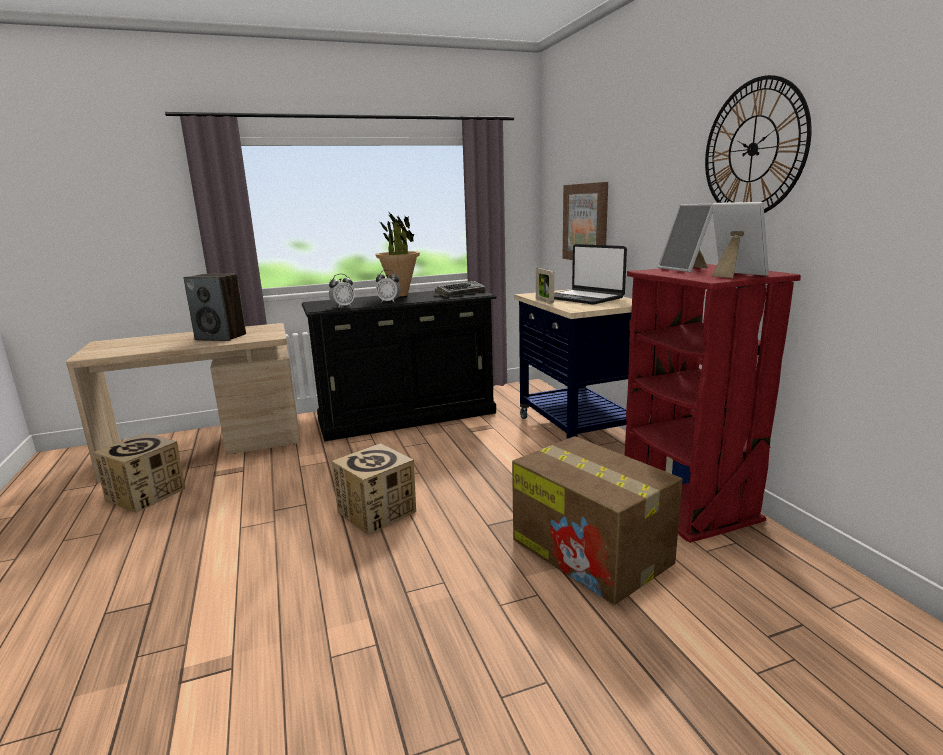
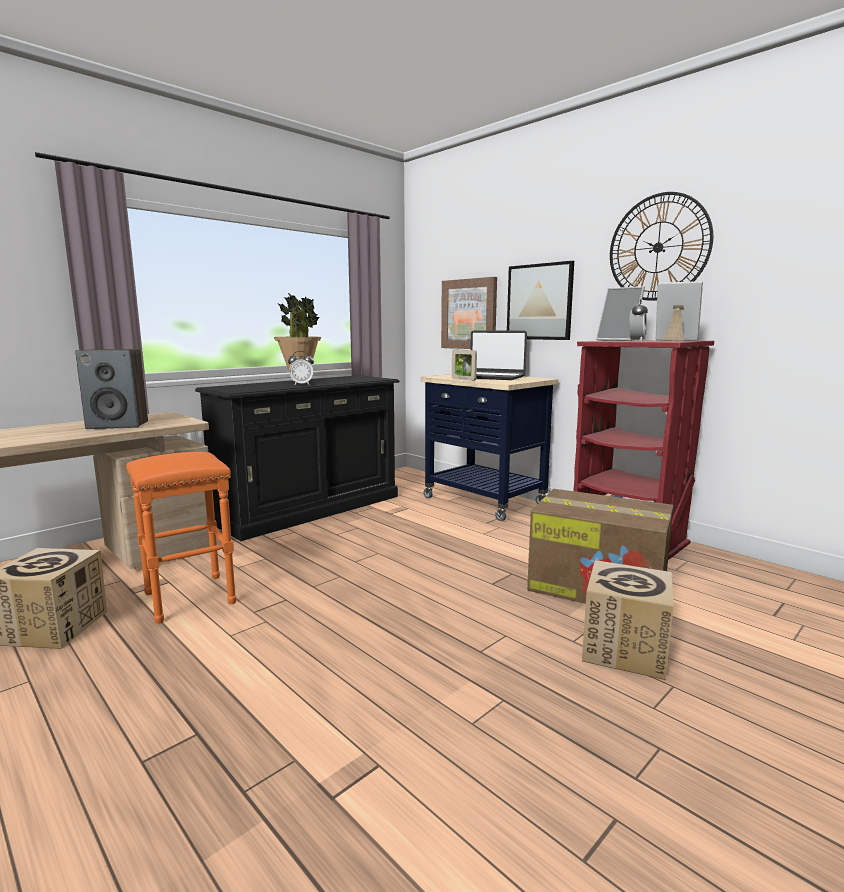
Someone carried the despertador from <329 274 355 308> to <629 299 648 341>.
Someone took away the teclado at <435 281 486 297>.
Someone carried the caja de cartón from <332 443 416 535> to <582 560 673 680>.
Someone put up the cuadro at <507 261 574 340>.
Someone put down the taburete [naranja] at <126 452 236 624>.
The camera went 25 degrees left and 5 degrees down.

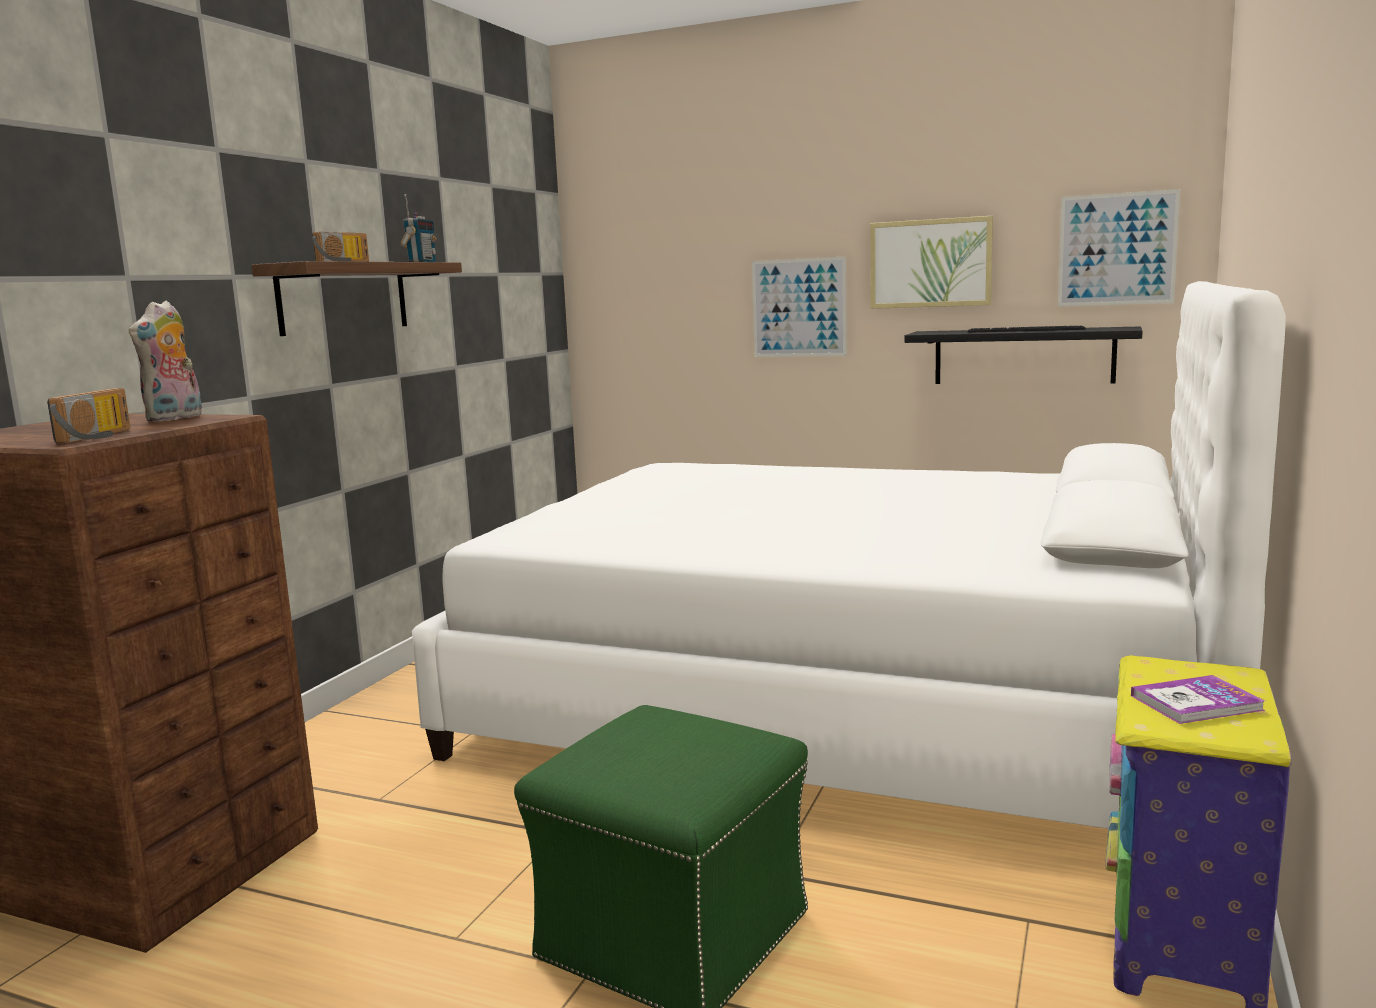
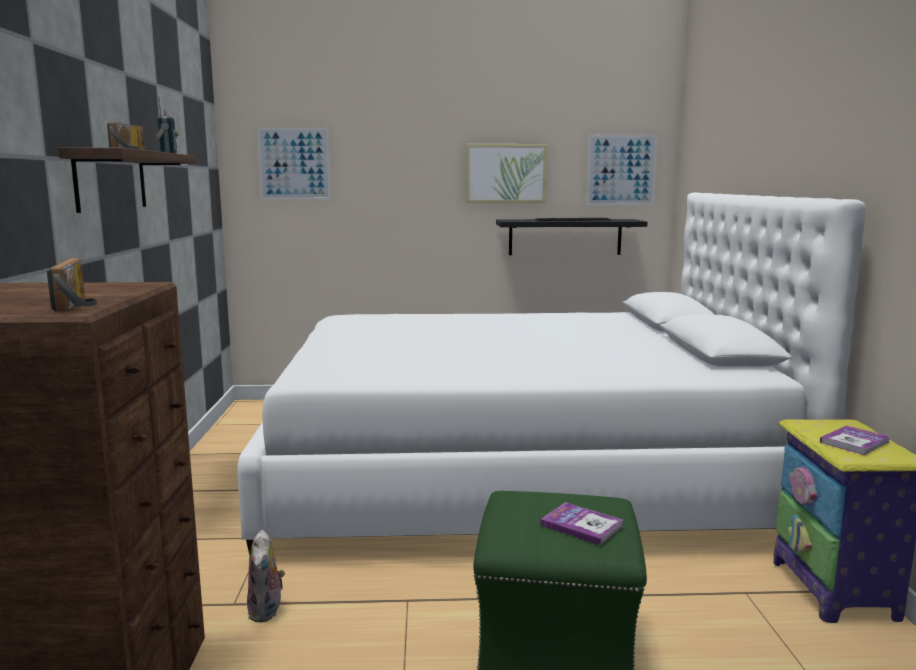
Someone carried the cuadro from <752 256 847 357> to <257 128 331 200>.
Someone carried the peluche from <129 301 202 422> to <247 530 286 622>.
Someone put down the libro at <540 502 623 545>.
The camera went 25 degrees left and 0 degrees up.

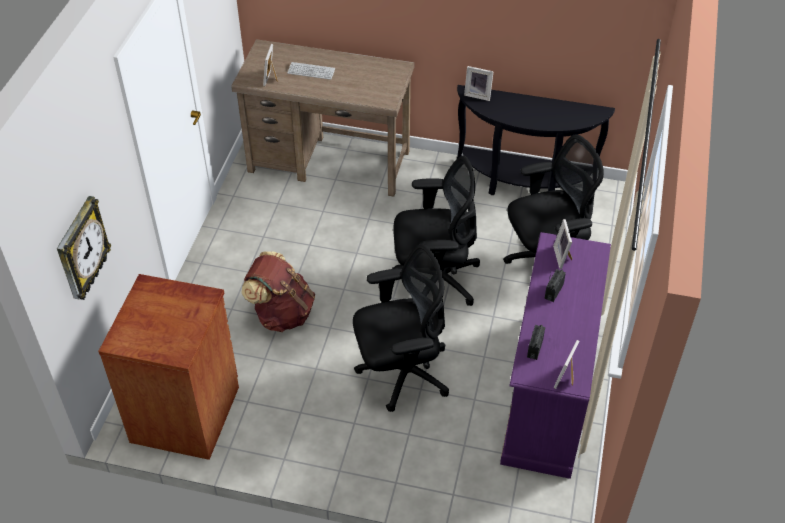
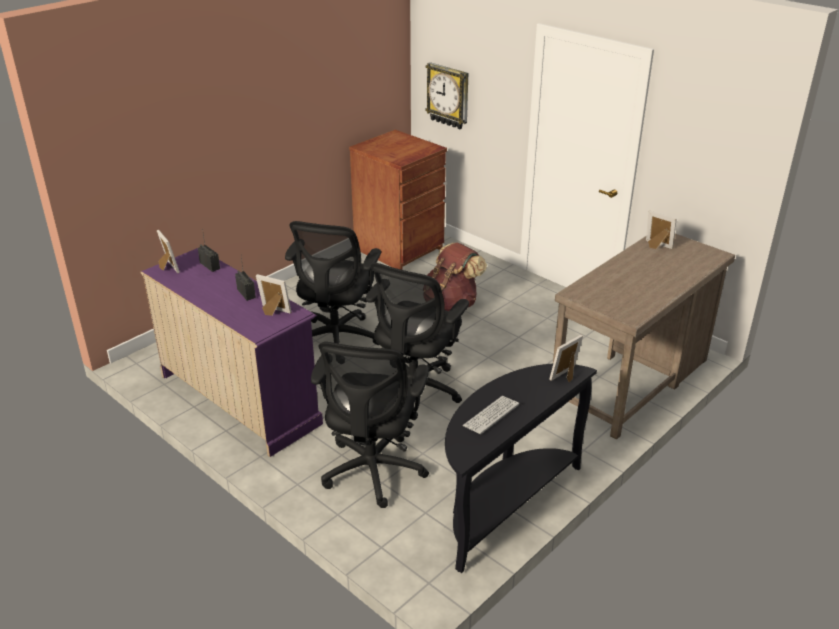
Someone carried the teclado from <287 62 335 80> to <463 396 519 434>.
The camera went 120 degrees right and 15 degrees down.

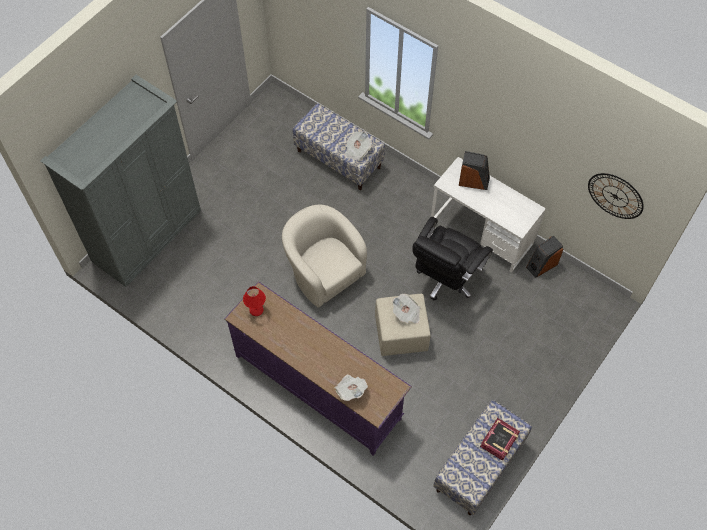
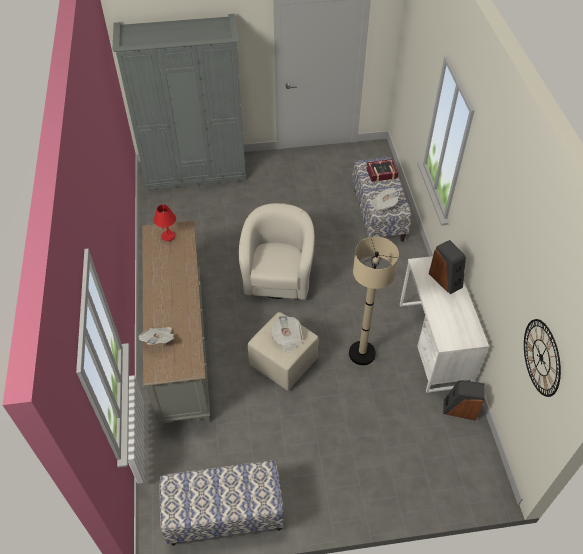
Someone swapped the silla de oficina [negro] at <412 217 493 300> for the lámpara de pie [beis] at <349 237 399 365>.
Someone repainted the armario [morado] at <224 281 412 456>, which became the armario [gris] at <142 221 210 429>.
Someone carried the libro from <480 418 520 461> to <366 159 398 182>.
The camera went 45 degrees right and 10 degrees down.

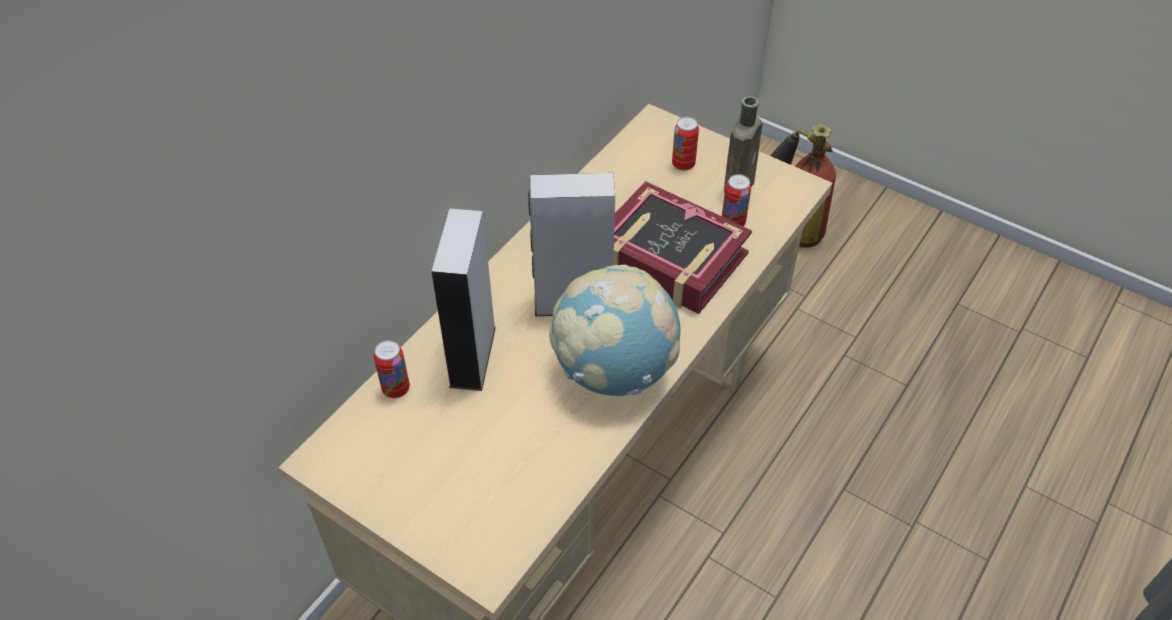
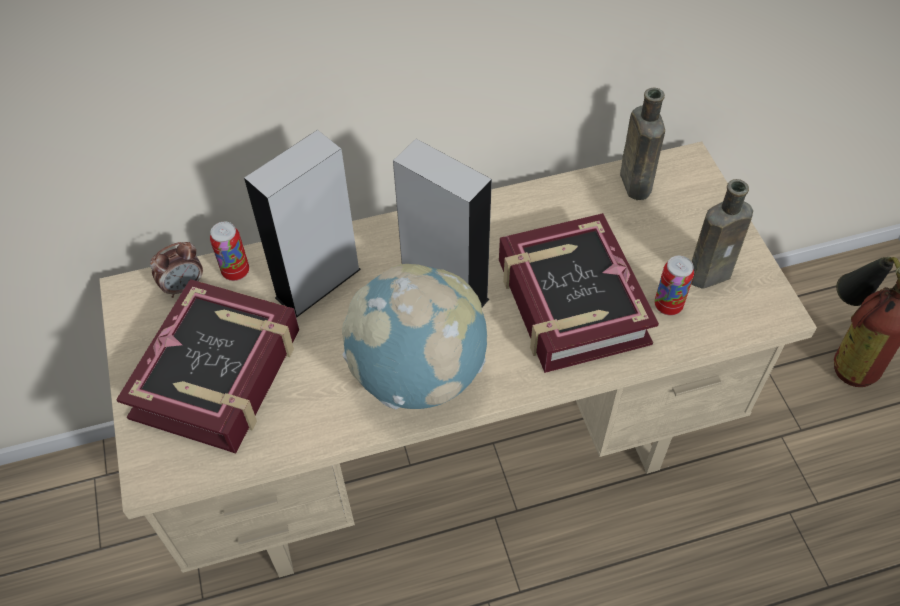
Someone took away the lata at <672 117 699 171>.
Someone put down the botella [marrón] at <620 87 665 200>.
Someone put down the despertador at <150 242 203 298>.
Someone put down the libro at <116 279 299 454>.
The camera went 40 degrees right and 5 degrees up.

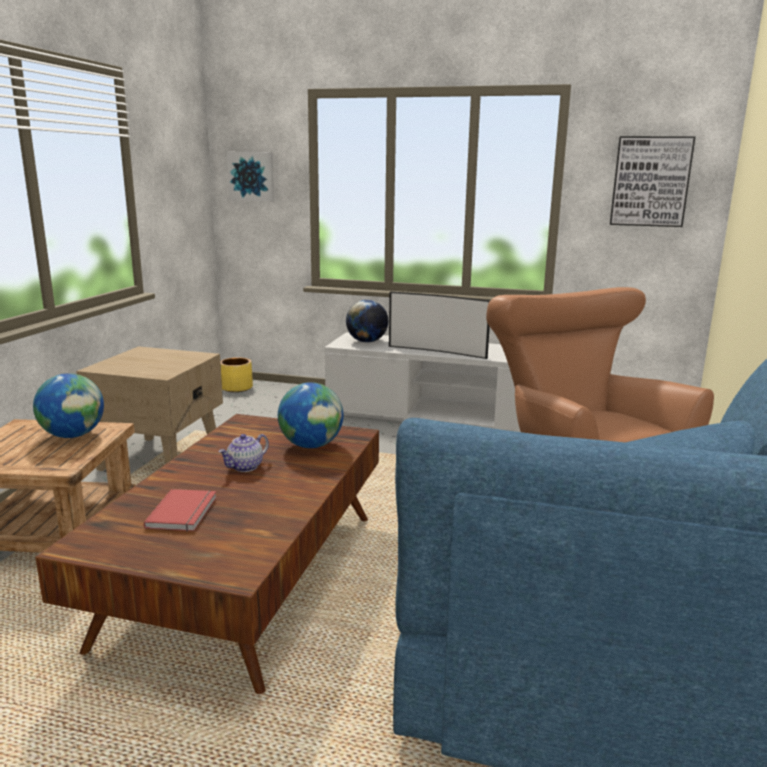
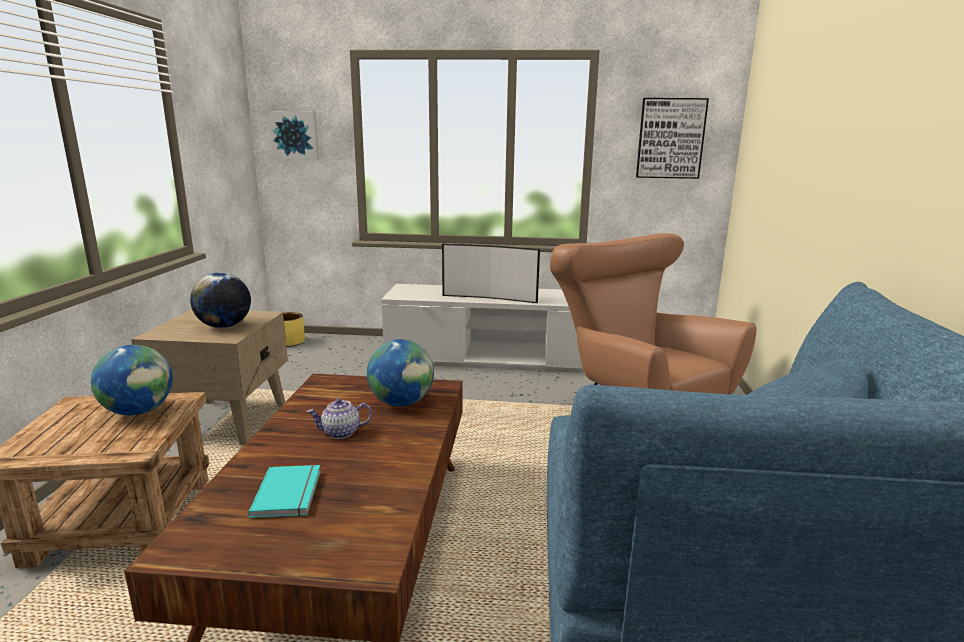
Someone carried the globo terráqueo from <346 300 389 343> to <190 272 251 328>.
Someone rotated the tetera at <218 434 269 472> by 45 degrees clockwise.
Someone repainted the libro [rojo] at <144 489 217 531>, which became the libro [turquesa] at <248 465 321 518>.
The camera went 10 degrees left and 0 degrees up.

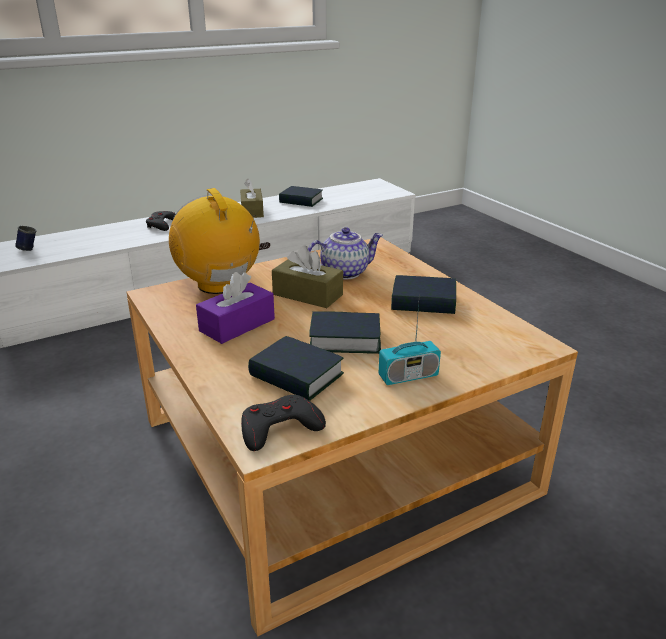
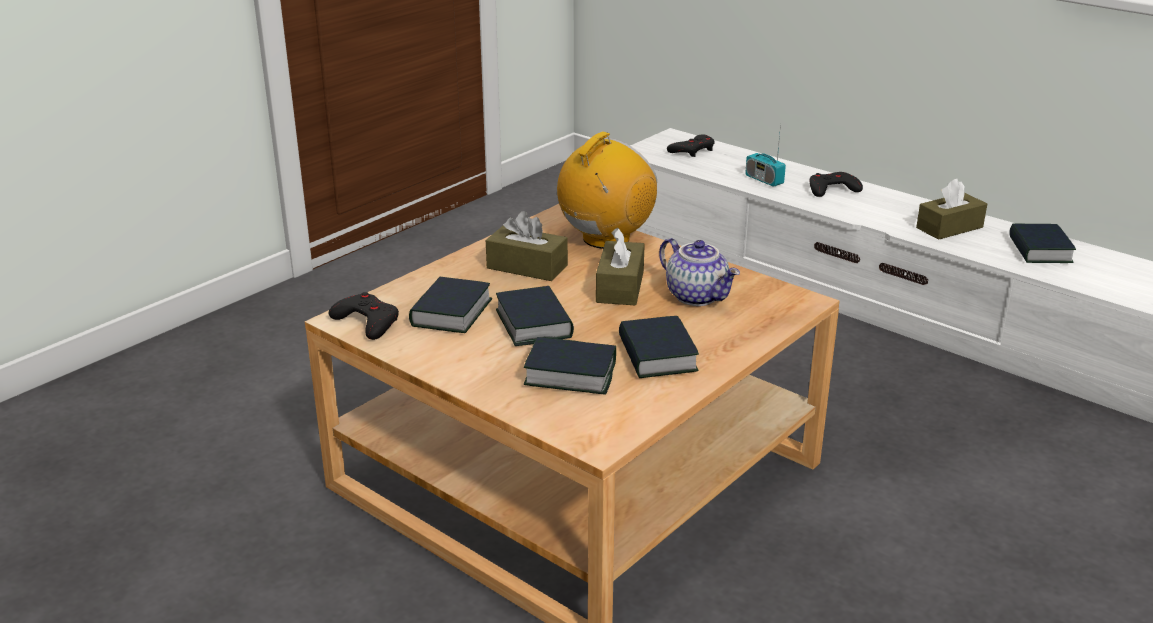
Someone swapped the taza grande [azul] at <15 226 36 251> for the mando de consola [negro] at <667 134 715 157>.
Someone repainted the caja de pañuelos [morado] at <196 272 275 344>, which became the caja de pañuelos [marrón] at <486 211 568 281>.
Someone carried the radio from <379 293 441 385> to <745 123 786 187>.
Someone put down the libro at <524 337 616 395>.
The camera went 70 degrees right and 0 degrees up.

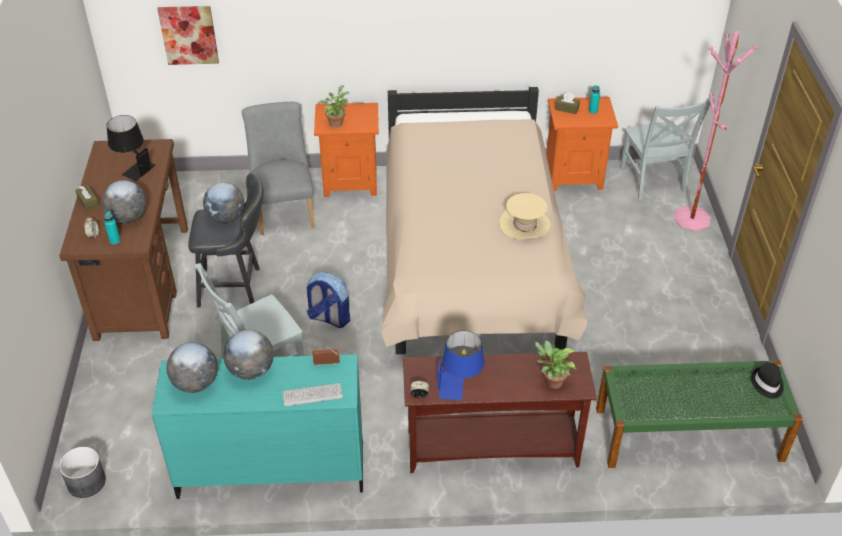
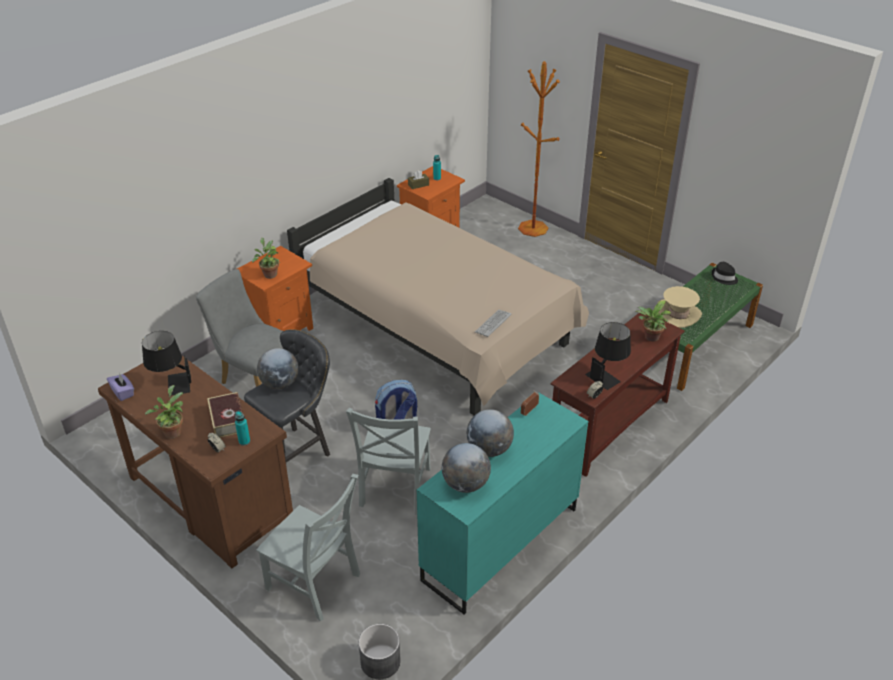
Someone took away the cuadro at <157 6 219 65>.
Someone repainted the perchero [rosa] at <674 31 758 231>, which became the perchero [naranja] at <518 61 560 237>.
Someone carried the silla [gris] from <620 98 711 200> to <256 474 360 621>.
Someone swapped the globo terráqueo at <102 180 146 223> for the libro at <207 392 243 438>.
Someone swapped the caja de pañuelos [marrón] at <75 185 99 212> for the planta en maceta at <145 385 183 439>.
Someone carried the sombrero [beis] from <499 193 551 239> to <657 286 702 328>.
Someone repainted the lámpara de mesa [azul] at <437 331 484 400>, which became the lámpara de mesa [negro] at <585 322 631 390>.
Someone carried the teclado from <283 383 343 406> to <475 310 511 337>.
Someone put down the caja de pañuelos [morado] at <107 372 134 401>.
The camera went 45 degrees left and 5 degrees down.

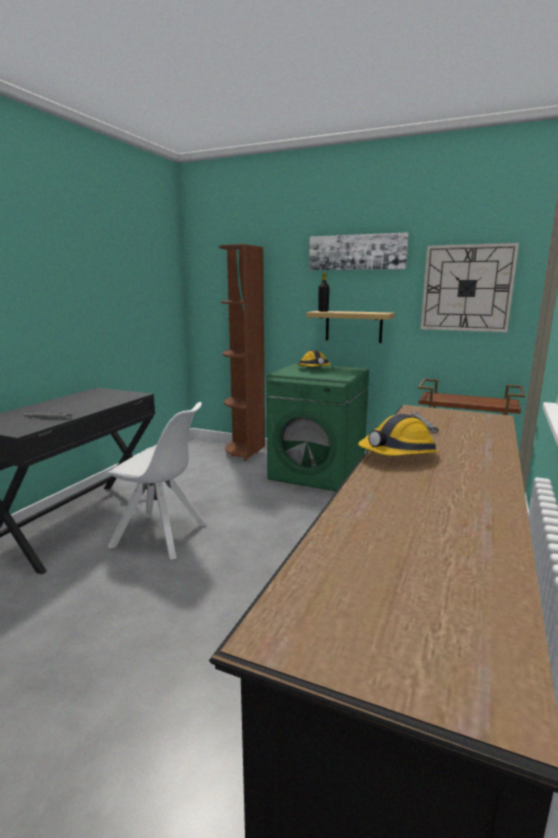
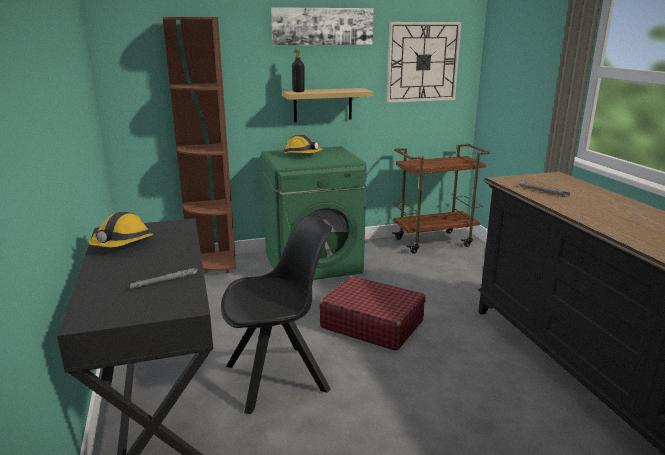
Someone repainted the silla [blanco] at <106 402 206 560>, which became the silla [negro] at <221 214 332 414>.
Someone carried the casco from <358 414 440 456> to <89 212 153 247>.
Someone put down the maleta [rojo] at <319 276 426 351>.
The camera went 40 degrees left and 5 degrees up.

